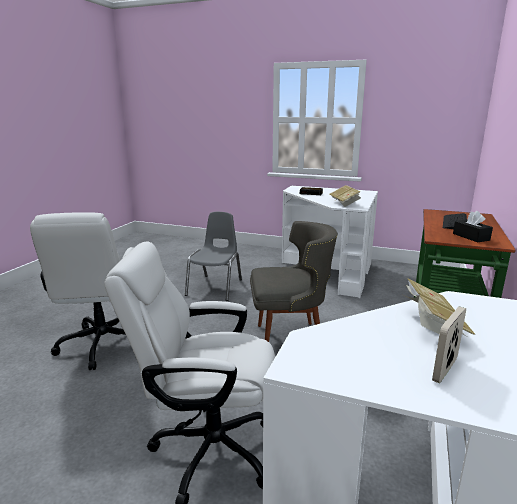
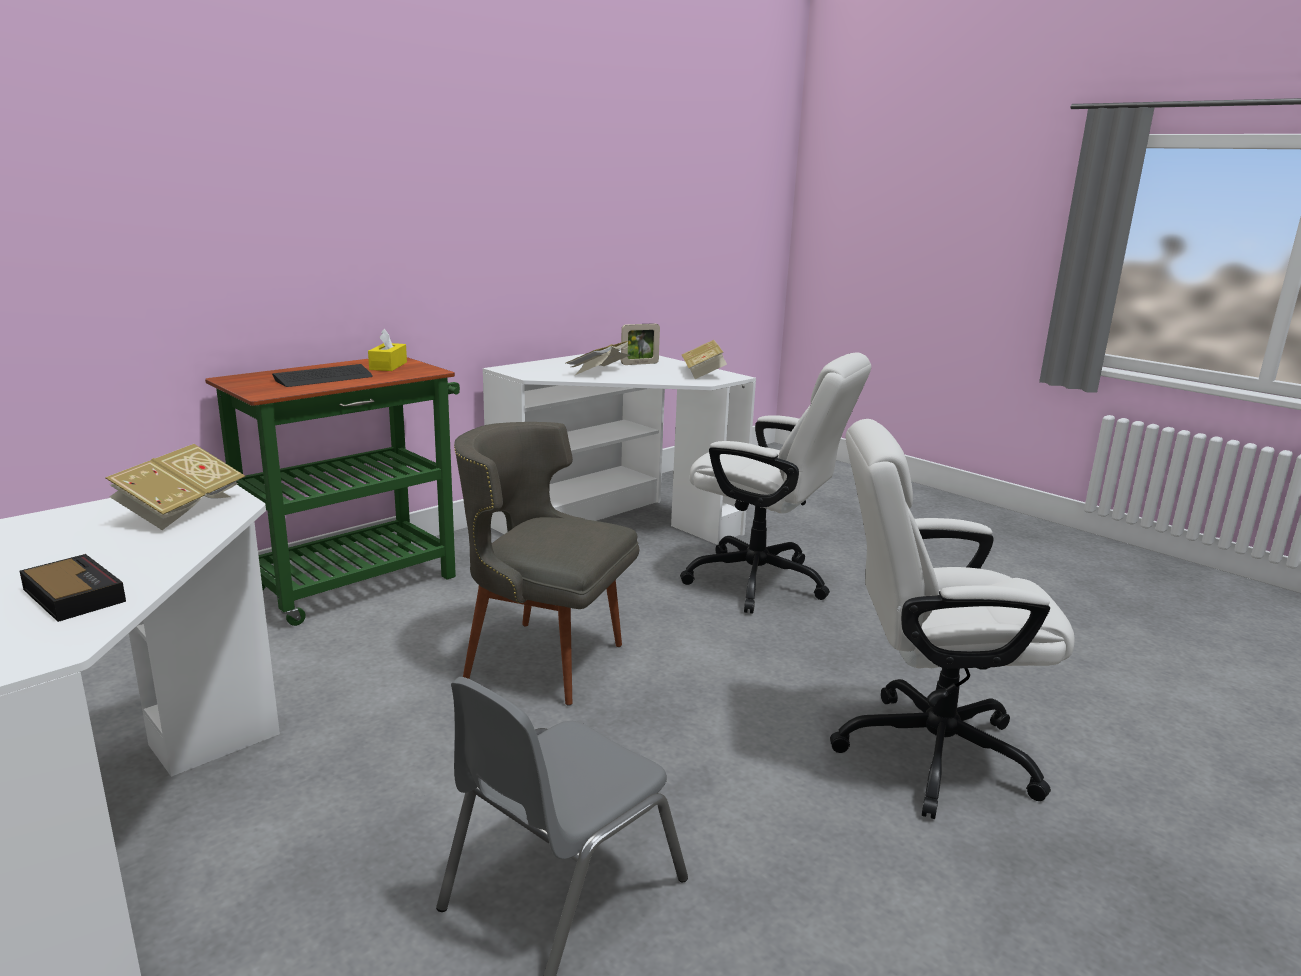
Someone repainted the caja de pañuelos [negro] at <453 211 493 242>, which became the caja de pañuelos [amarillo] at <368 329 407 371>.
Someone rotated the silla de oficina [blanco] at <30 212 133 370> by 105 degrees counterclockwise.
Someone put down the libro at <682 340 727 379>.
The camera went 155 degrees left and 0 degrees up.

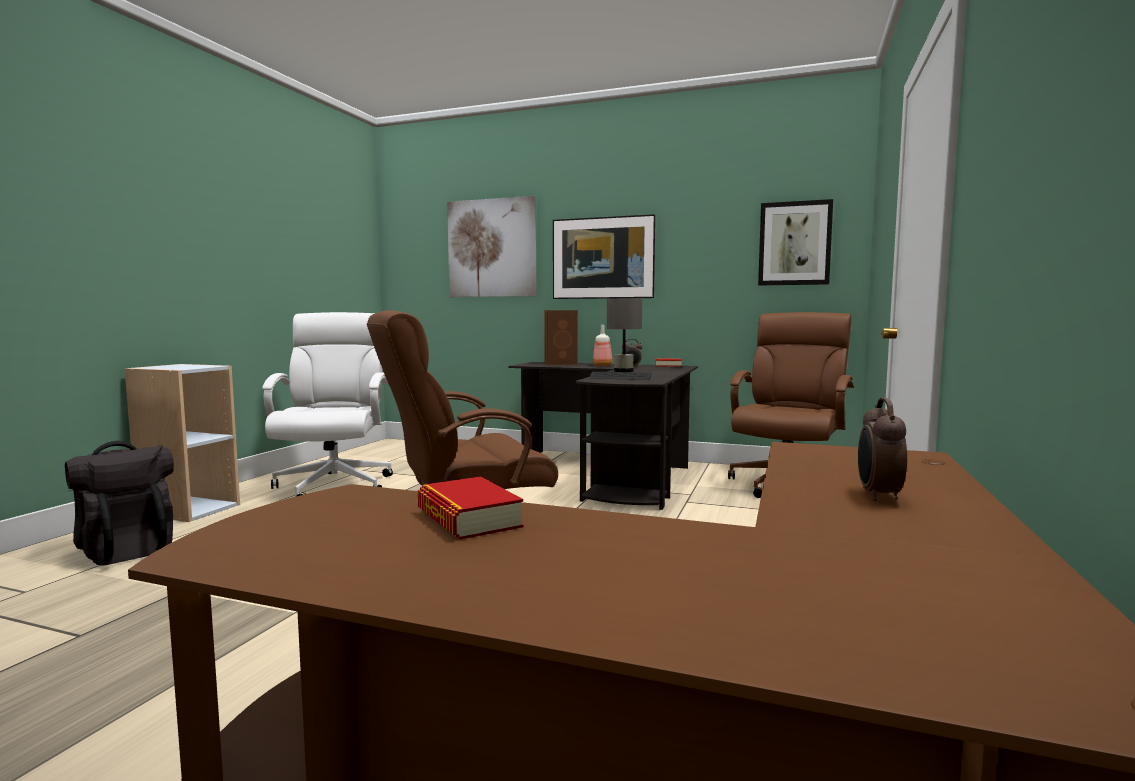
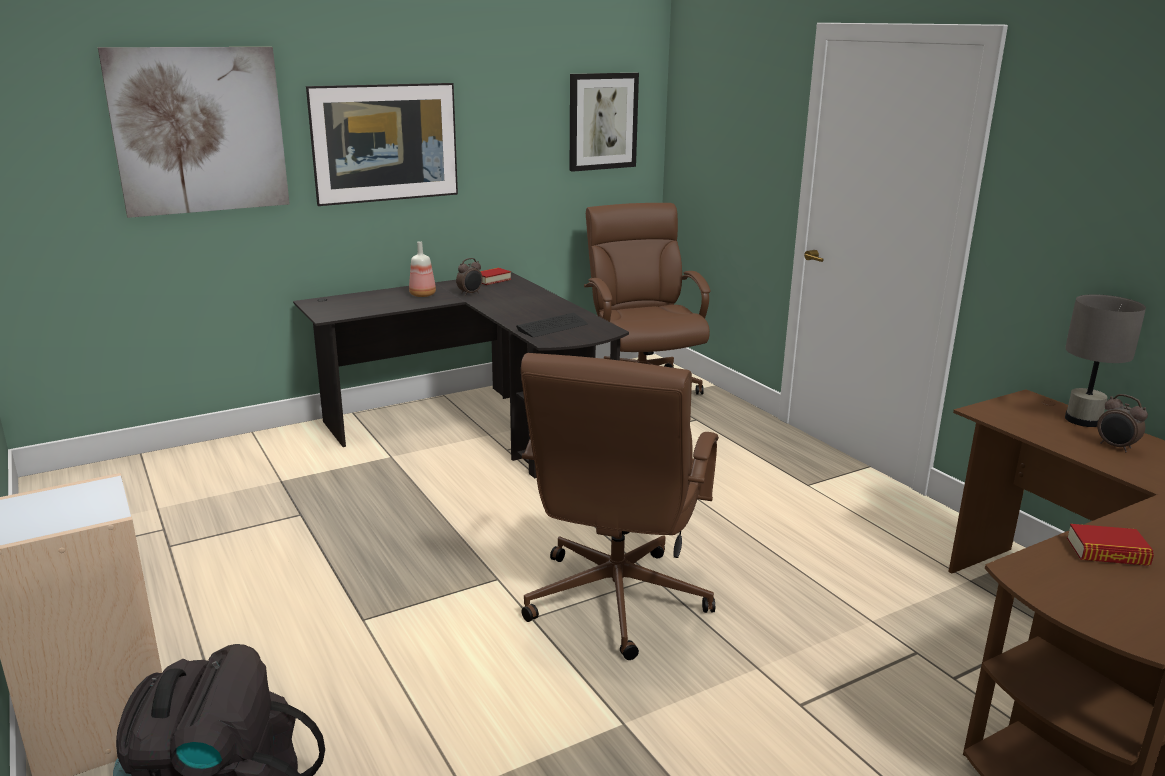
Someone carried the lámpara de mesa [gris] from <607 298 642 372> to <1065 294 1146 427>.
Someone took away the altavoz [marrón] at <544 310 578 365>.
Someone took away the silla de oficina [blanco] at <262 312 393 496>.
The camera went 50 degrees left and 15 degrees up.

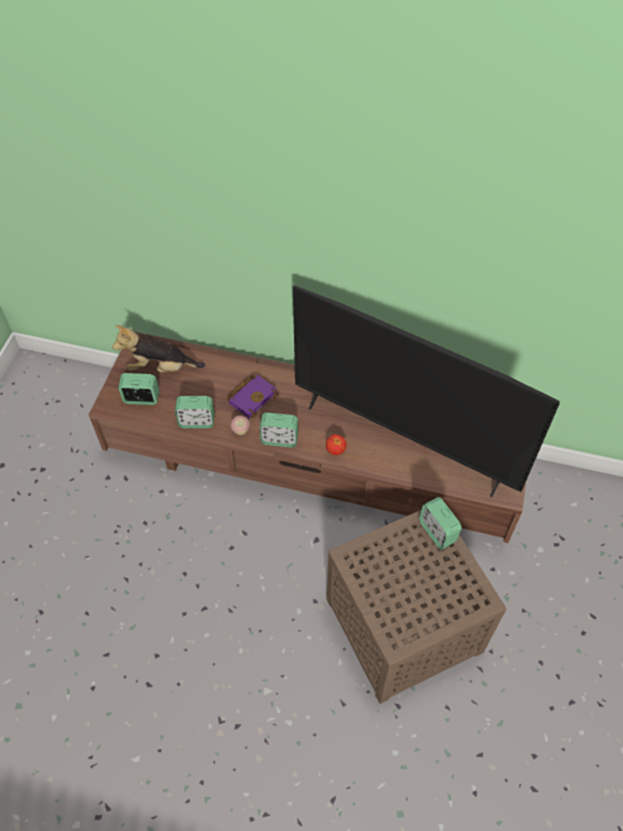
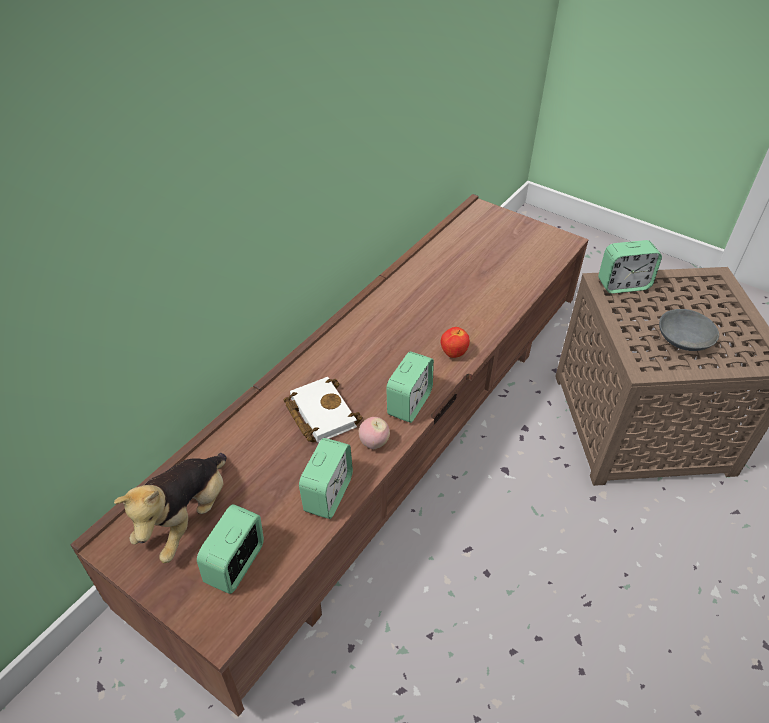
Someone took away the televisor at <293 286 560 498>.
Someone repainted the libro [morado] at <227 375 279 418>, which became the libro [blanco] at <284 377 363 443>.
Someone put down the cuenco [gris] at <659 309 719 351>.
The camera went 70 degrees left and 10 degrees down.

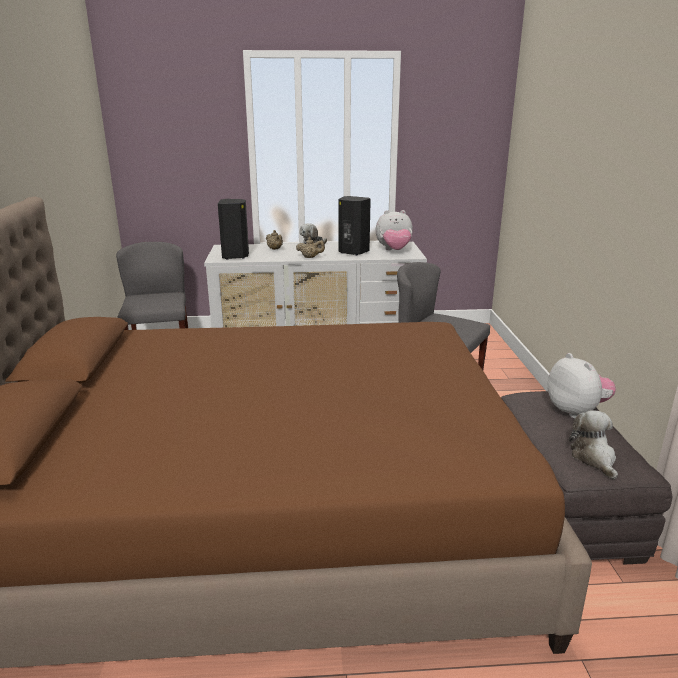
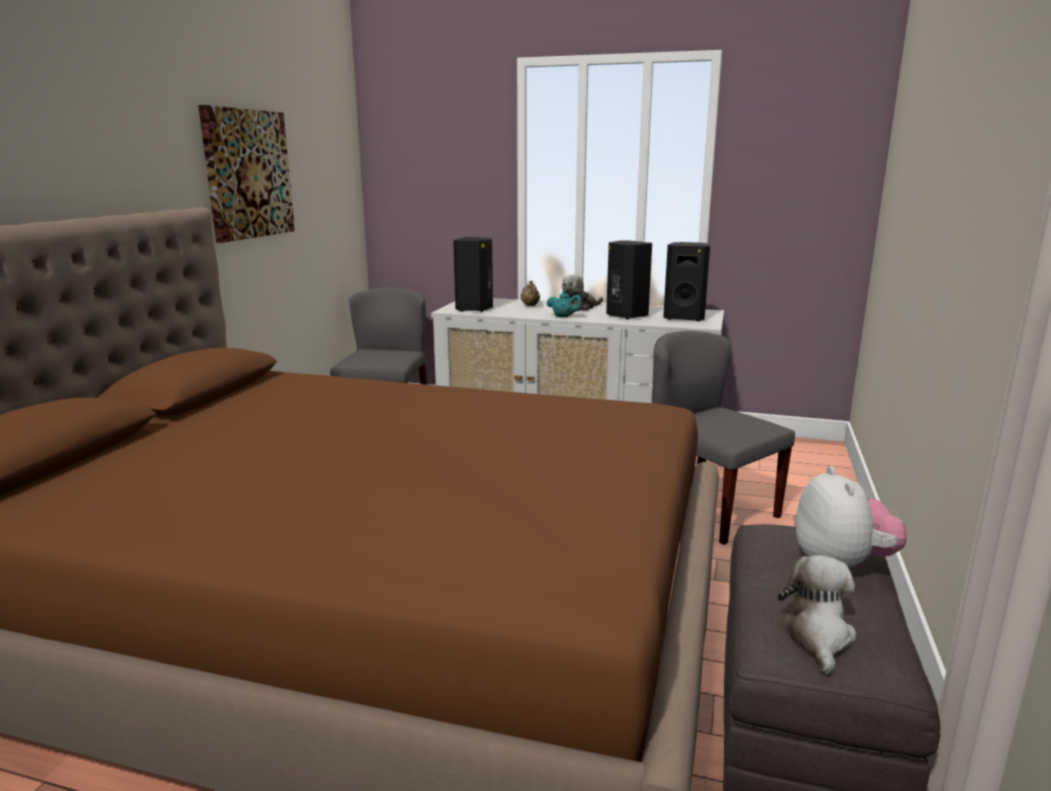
Someone swapped the peluche at <376 210 413 250> for the altavoz [negro] at <663 242 710 321>.
Someone repainted the tetera [beis] at <296 237 325 258>, which became the tetera [turquesa] at <547 290 582 317>.
Someone put up the cuadro at <198 105 295 243>.
The camera went 20 degrees right and 5 degrees down.

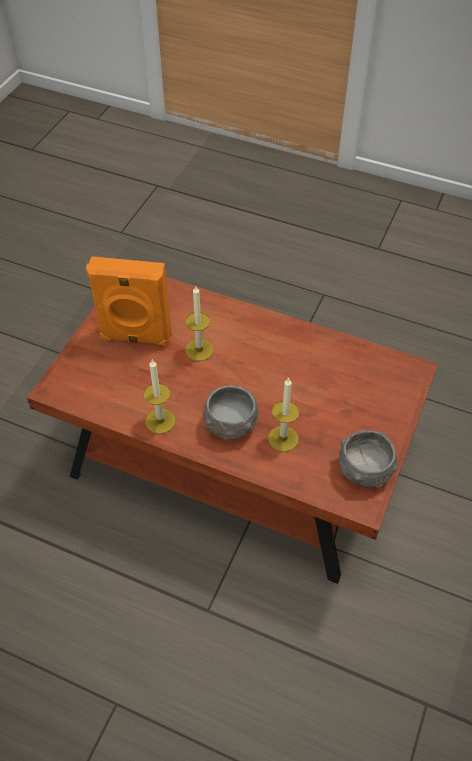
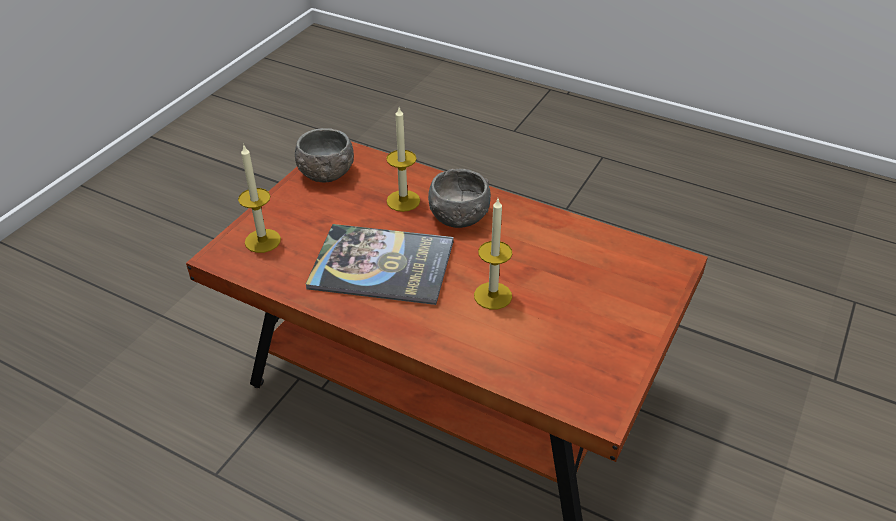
Someone took away the altavoz [naranja] at <86 256 172 346>.
Someone carried the vela from <144 359 176 434> to <238 146 281 253>.
Someone put down the libro at <306 224 454 305>.
The camera went 175 degrees left and 10 degrees down.

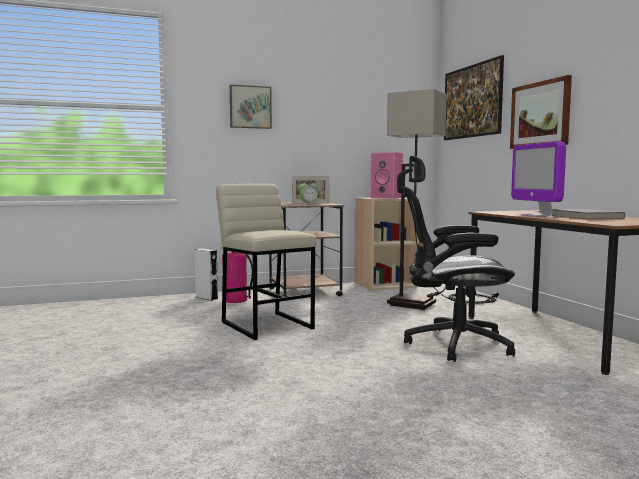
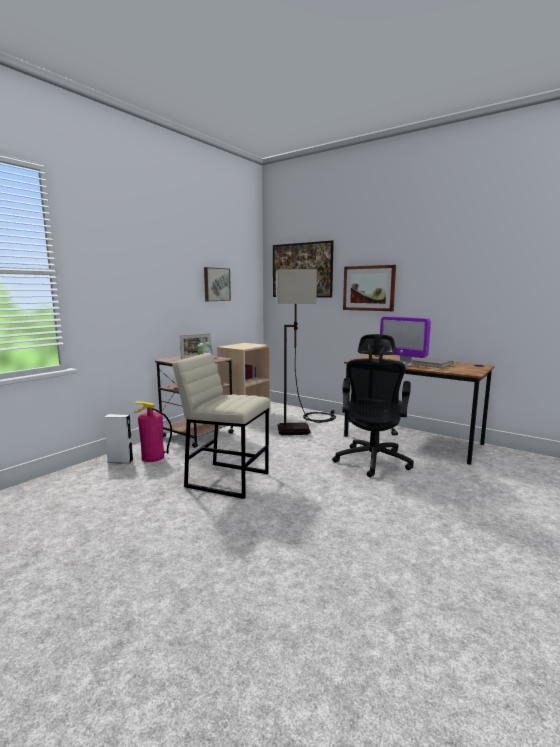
Someone carried the cuadro from <230 85 272 129> to <204 267 231 301>.
Someone took away the altavoz [rosa] at <370 152 403 199>.
Someone rotated the silla de oficina at <397 156 515 362> by 45 degrees counterclockwise.
The camera went 35 degrees left and 5 degrees up.

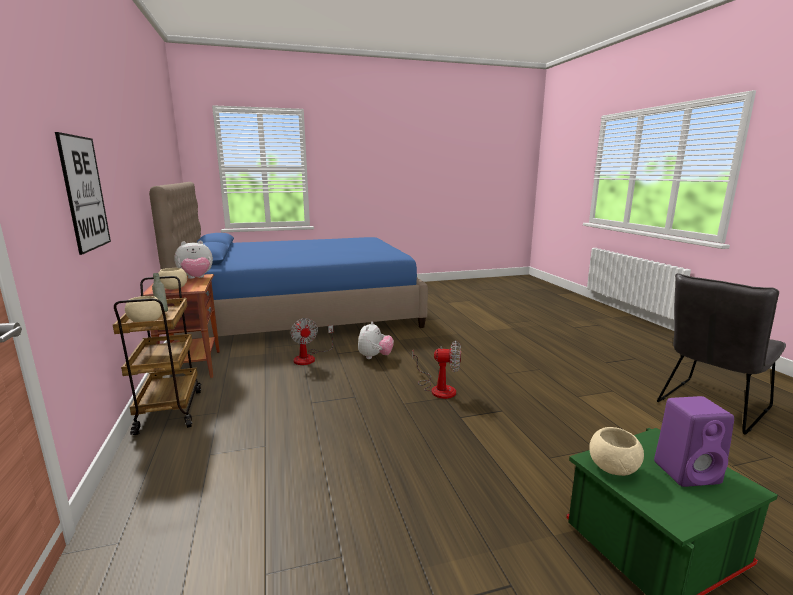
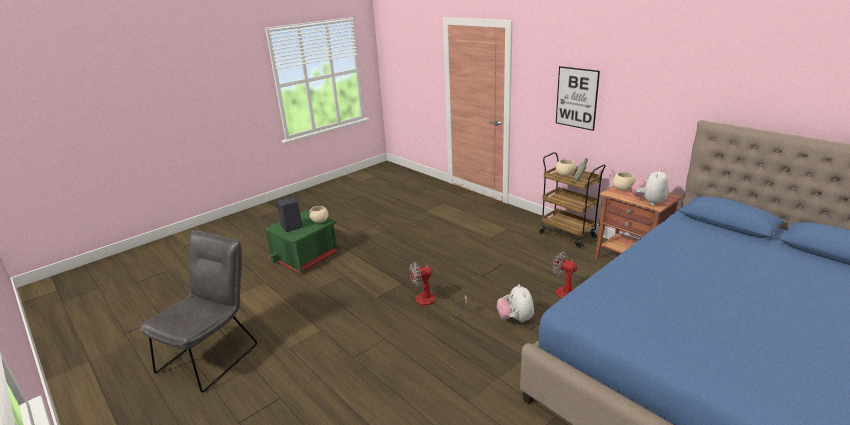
Someone repainted the altavoz [morado] at <654 396 734 487>, which became the altavoz [negro] at <277 197 303 232>.
The camera went 155 degrees right and 10 degrees up.

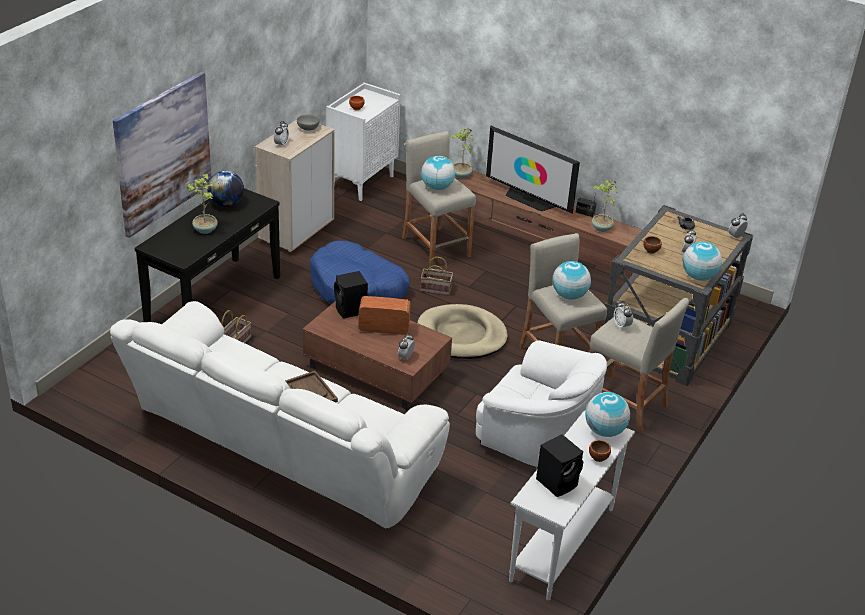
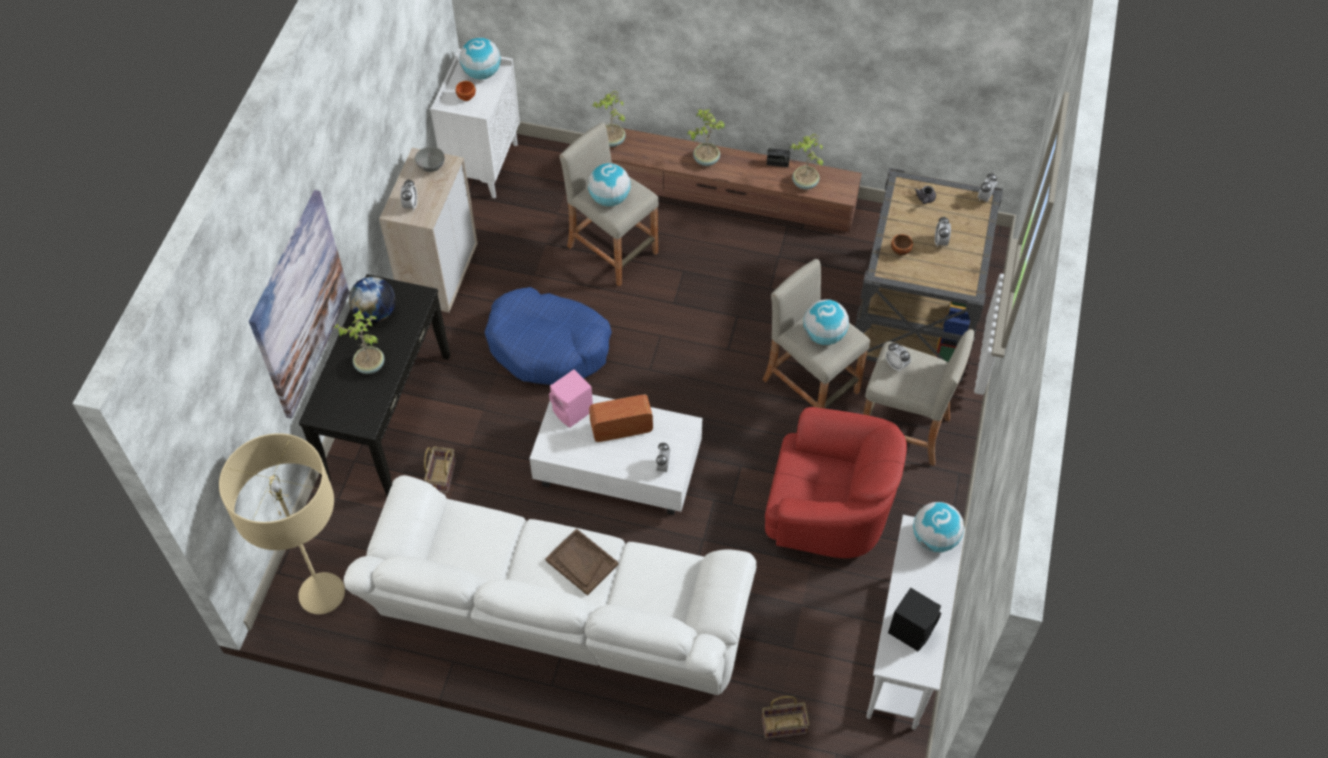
Someone swapped the televisor at <486 126 580 213> for the planta en maceta at <687 109 725 166>.
Someone carried the globo terráqueo from <683 242 722 281> to <459 37 501 80>.
Someone carried the cesta from <420 256 453 296> to <762 696 809 739>.
Someone repainted the altavoz [negro] at <334 271 368 319>, which became the altavoz [rosa] at <549 369 593 428>.
Someone repainted the mesa de centro [marrón] at <303 301 452 410>, which became the mesa de centro [blanco] at <529 395 702 515>.
Someone took away the cama para perro [beis] at <417 304 508 359>.
Someone repainted the sillón [blanco] at <476 341 607 467>, which became the sillón [rojo] at <765 407 907 558>.
Someone took away the cuenco [marrón] at <589 440 611 462>.
Someone put down the lámpara de pie [beis] at <219 433 345 614>.
The camera went 15 degrees left and 20 degrees up.

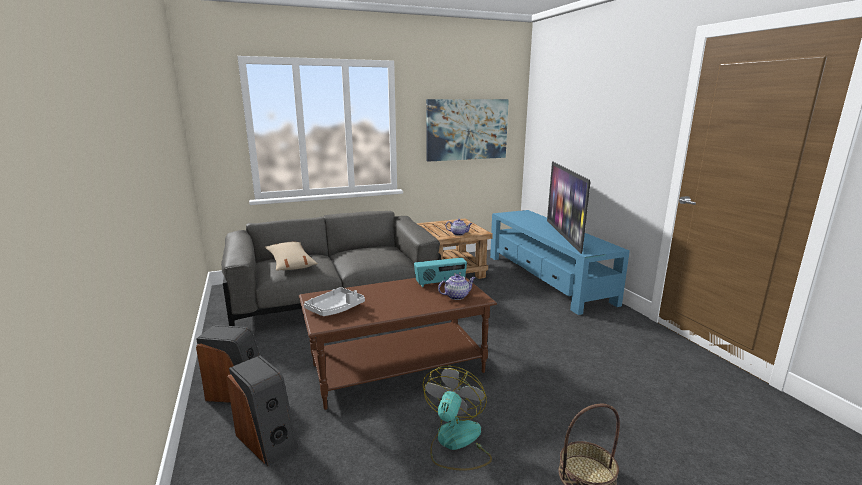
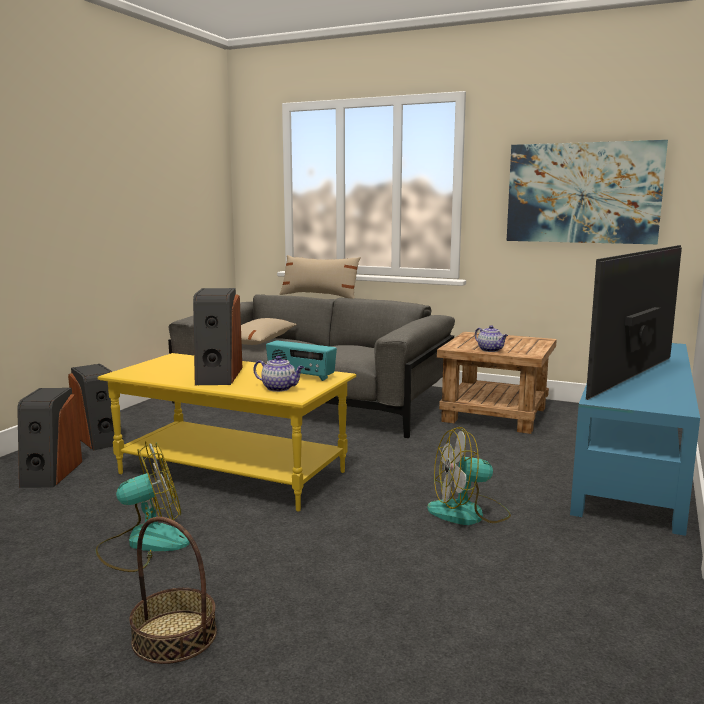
Someone repainted the mesa de centro [marrón] at <299 277 497 410>, which became the mesa de centro [amarillo] at <98 353 356 511>.
Someone took away the bandeja [gris] at <304 287 365 316>.
Someone put down the cojín [beis] at <280 255 361 299>.
Someone put down the altavoz at <193 288 242 385>.
Someone put down the ventilador at <427 427 511 525>.
The camera went 45 degrees right and 5 degrees down.

